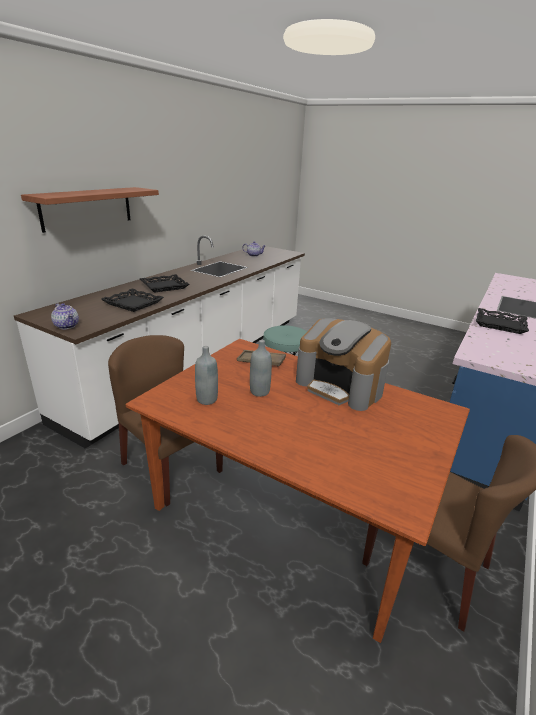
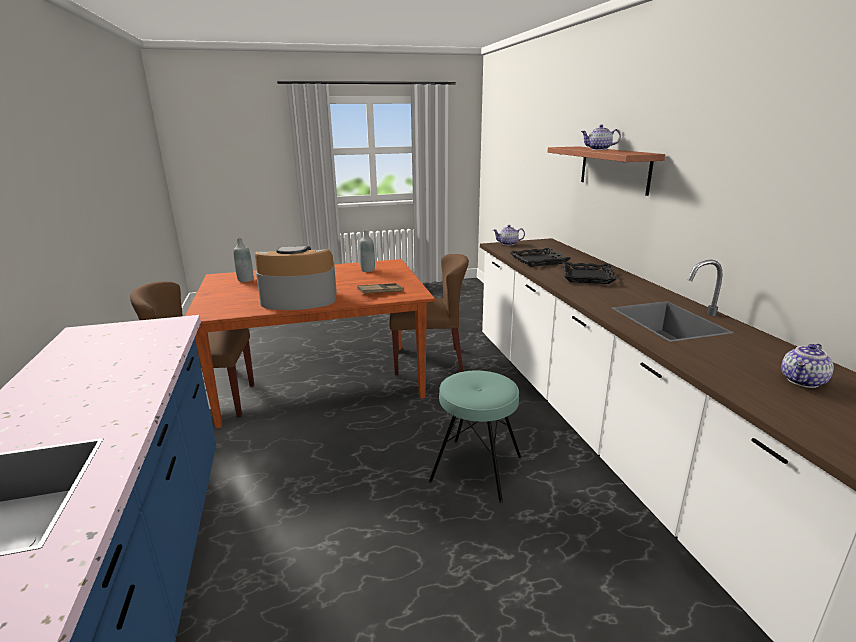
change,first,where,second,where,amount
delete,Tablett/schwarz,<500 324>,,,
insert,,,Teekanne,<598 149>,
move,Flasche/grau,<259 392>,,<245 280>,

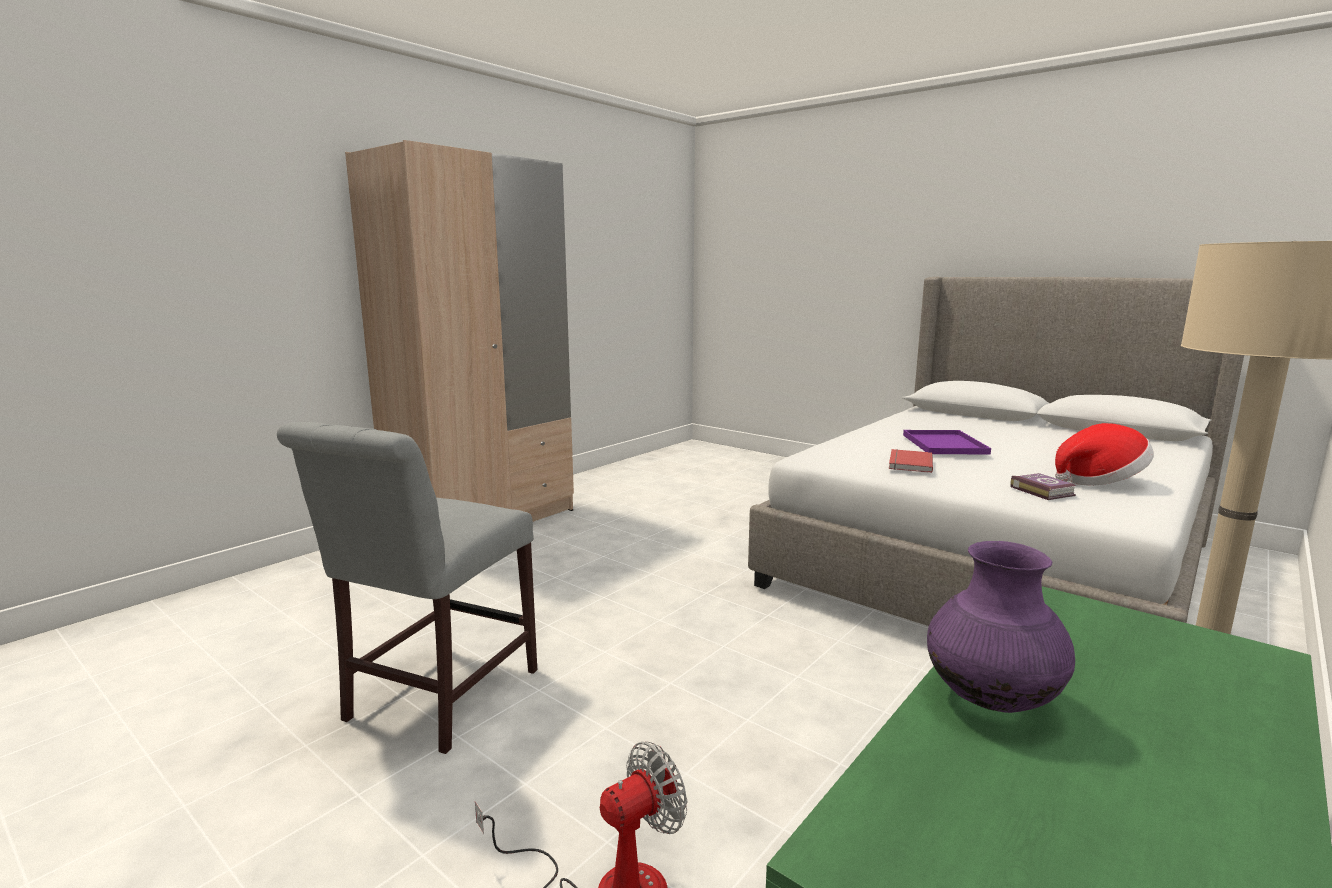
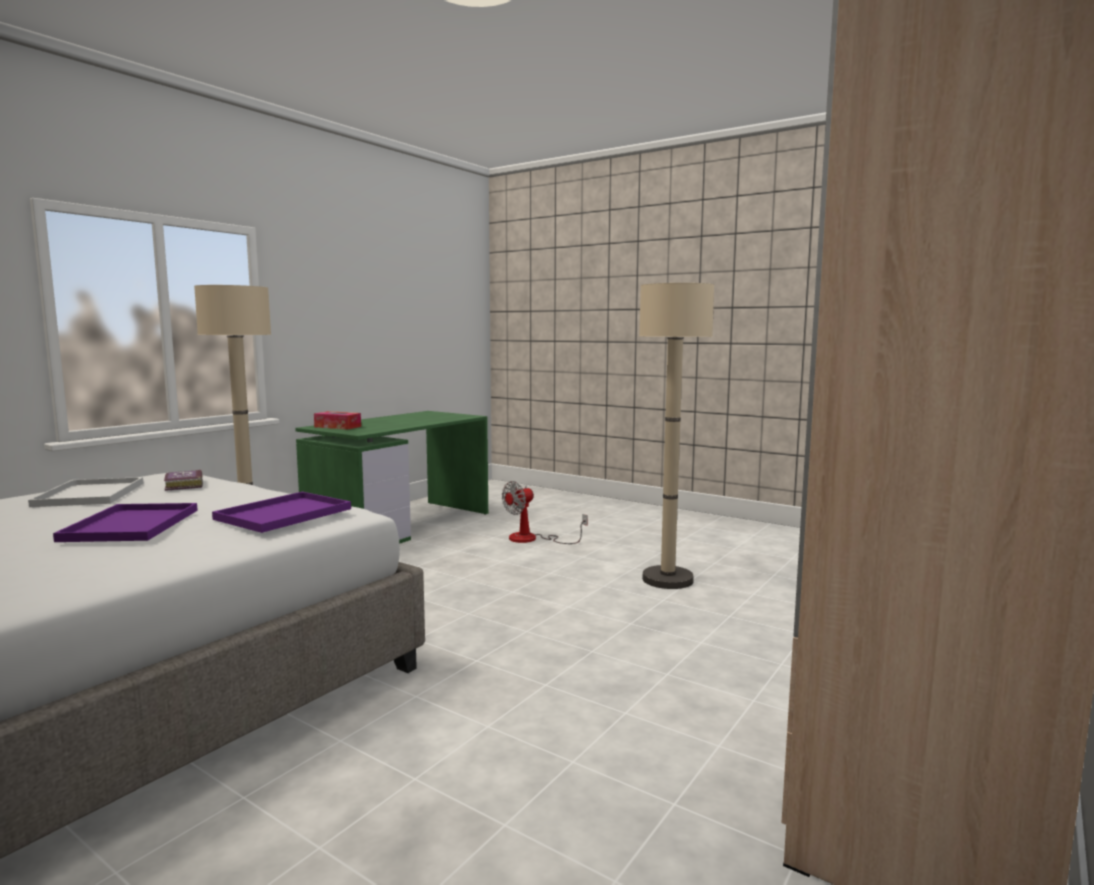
change,first,where,second,where,amount
delete,Buch/rot,<908 463>,,,
delete,Vase/lila,<991 701>,,,
insert,,,Tablett/lila,<285 513>,
insert,,,Taschentuchbox,<337 427>,
replace,Stuhl/grau,<435 699>,Stehlampe/beige,<667 579>,
replace,Hut,<1099 481>,Tablett/weiß,<90 495>,

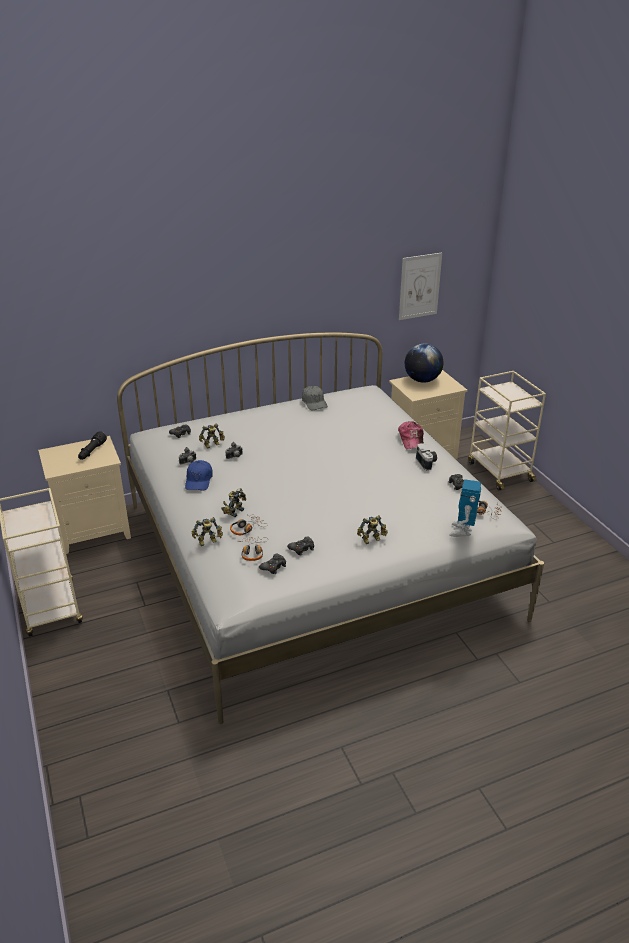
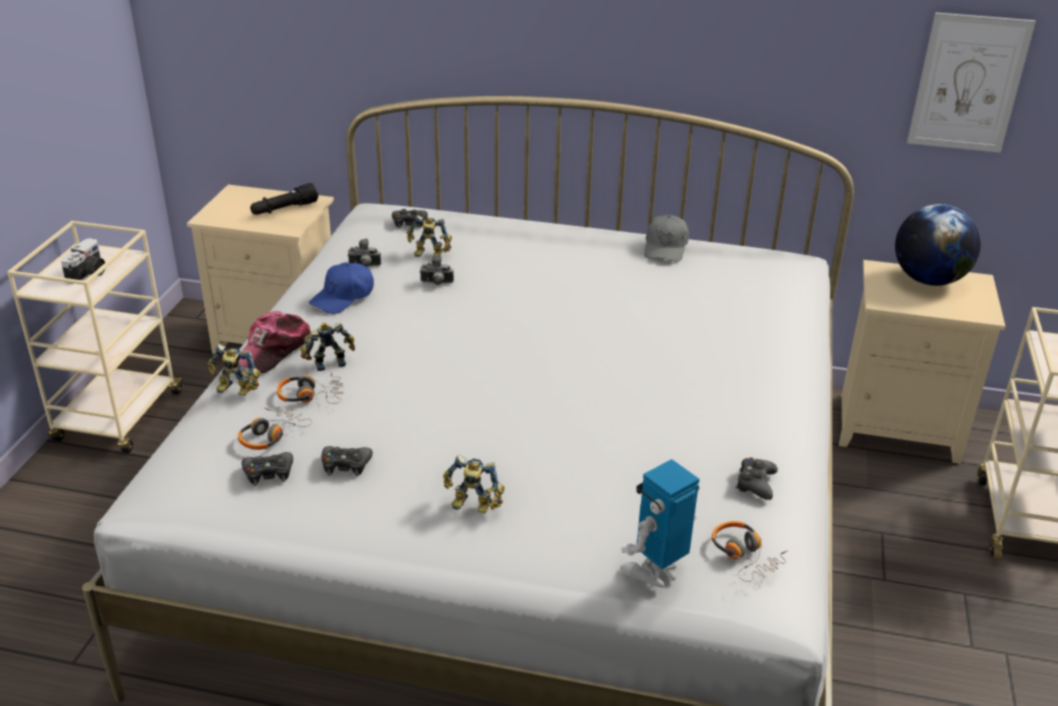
change,first,where,second,where,amount
move,Kappe,<411 440>,,<273 350>,
move,Kamera,<427 462>,,<89 274>,

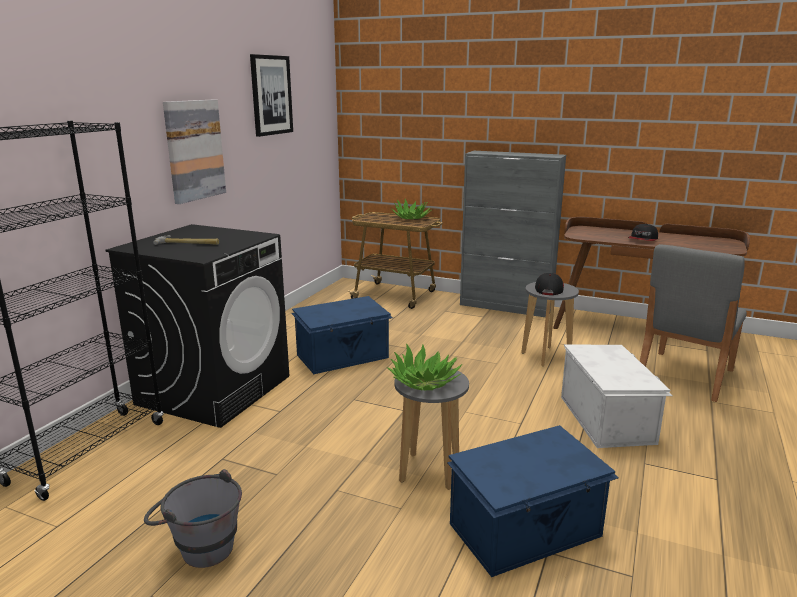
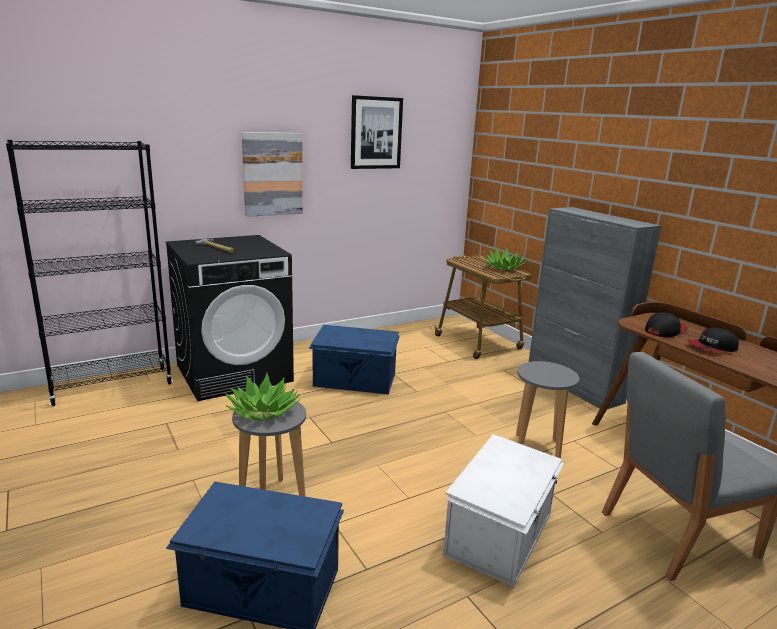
change,first,where,second,where,amount
delete,Eimer/grau,<199 546>,,,
move,Kappe,<549 288>,,<664 330>,

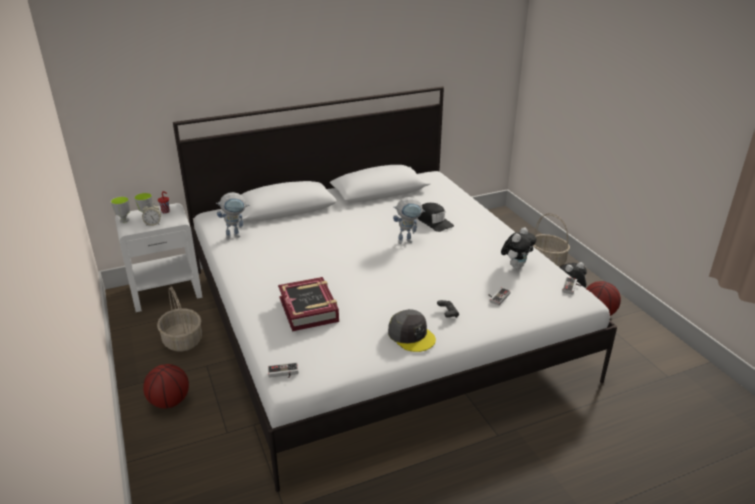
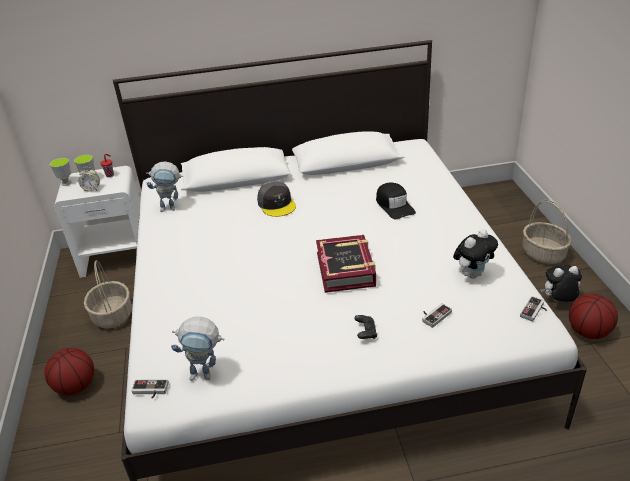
change,first,where,second,where,amount
move,Buch,<309 309>,,<346 269>,
move,Kappe/grau,<411 335>,,<277 204>,
move,Spielzeugroboter,<408 240>,,<206 374>,

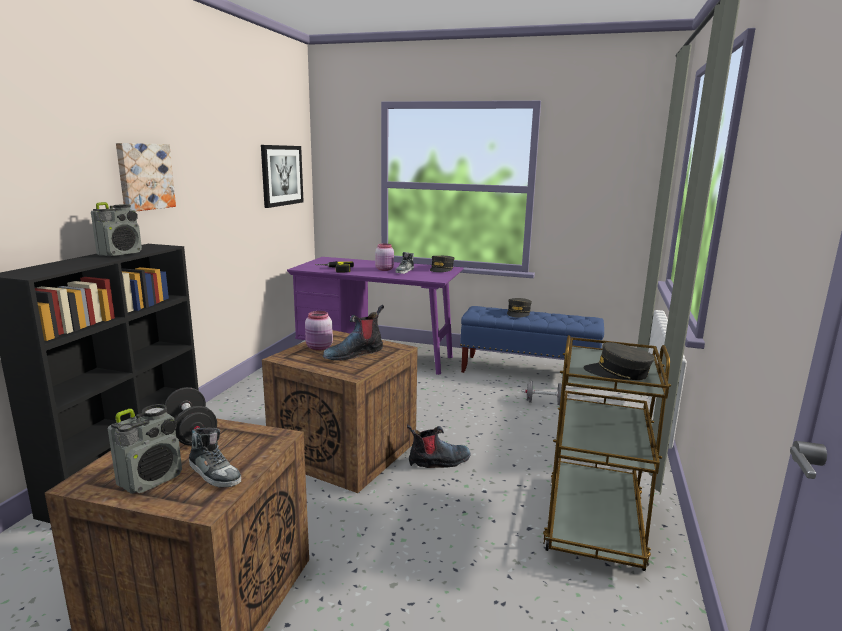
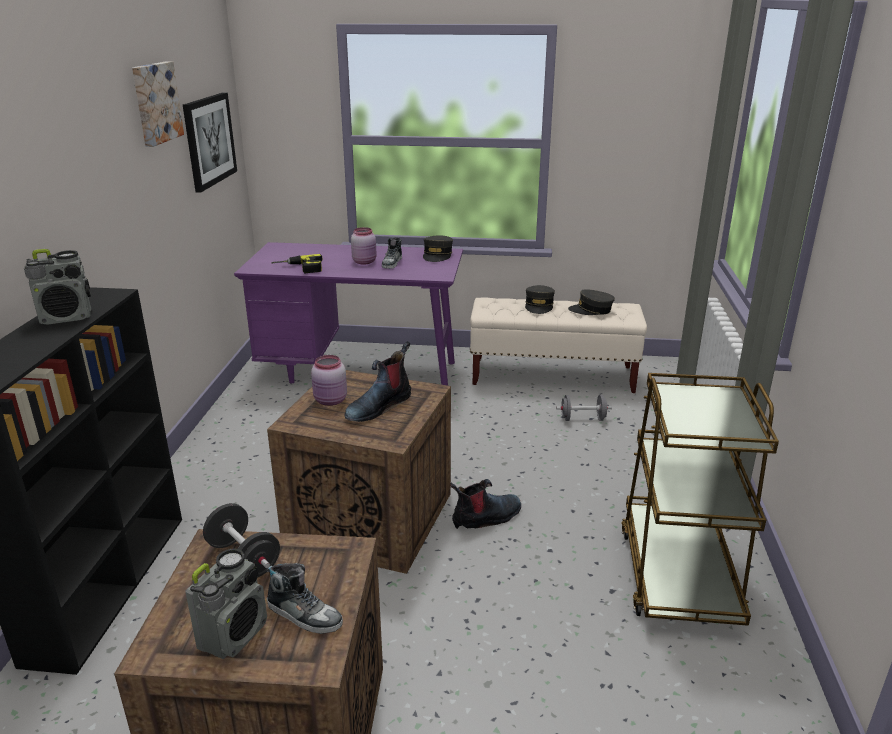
change,first,where,second,where,amount
move,Bild,<144 176>,,<155 103>,
move,Kappe/grau,<618 373>,,<591 310>,
recolor,Bank/blau,<528 372>,Bank/beige,<553 376>,
rotate,Radio,<121 254>,,<66 318>,45 degrees clockwise

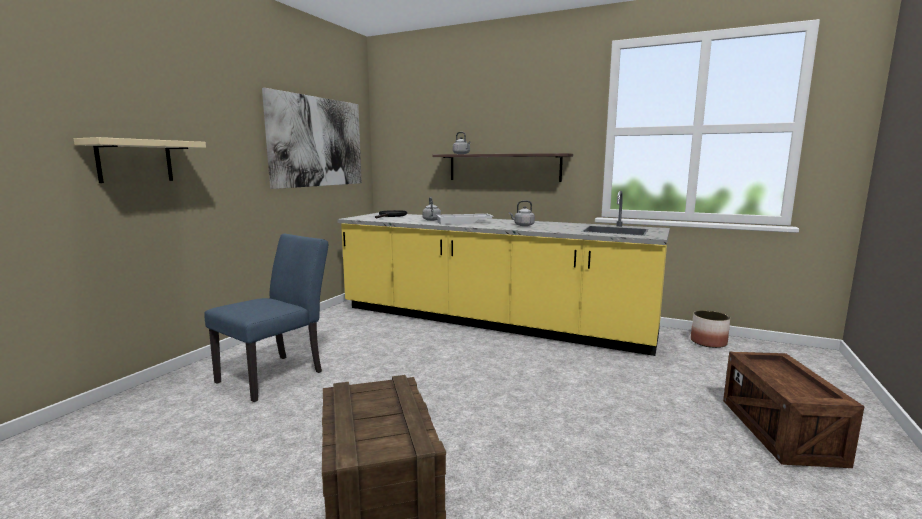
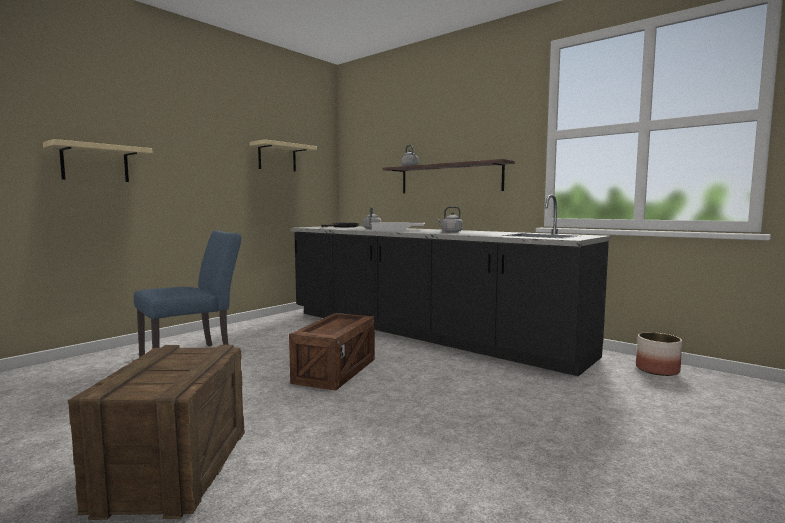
change,first,where,second,where,amount
move,Kiste,<780 431>,,<335 371>,
replace,Bild,<317 142>,Wandregal/beige,<277 157>,
recolor,Küchenzeile/gelb,<490 321>,Küchenzeile/schwarz,<423 333>,

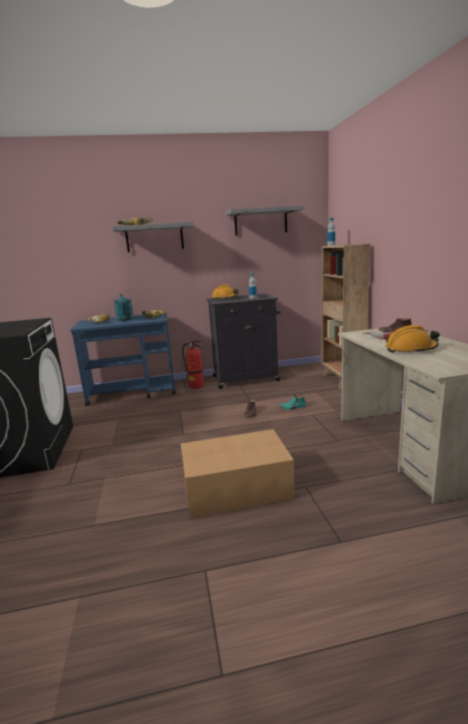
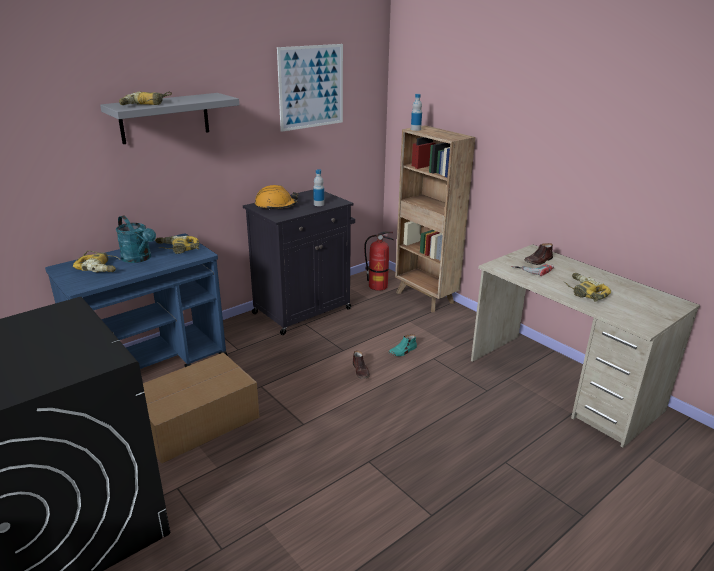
change,first,where,second,where,amount
move,Karton,<234 488>,,<195 421>,
move,Feuerlöscher,<196 386>,,<378 286>,
replace,Wandregal/grau,<261 222>,Bild,<311 87>,
replace,Schutzhelm/orange,<411 349>,Bohrmaschine,<583 292>,

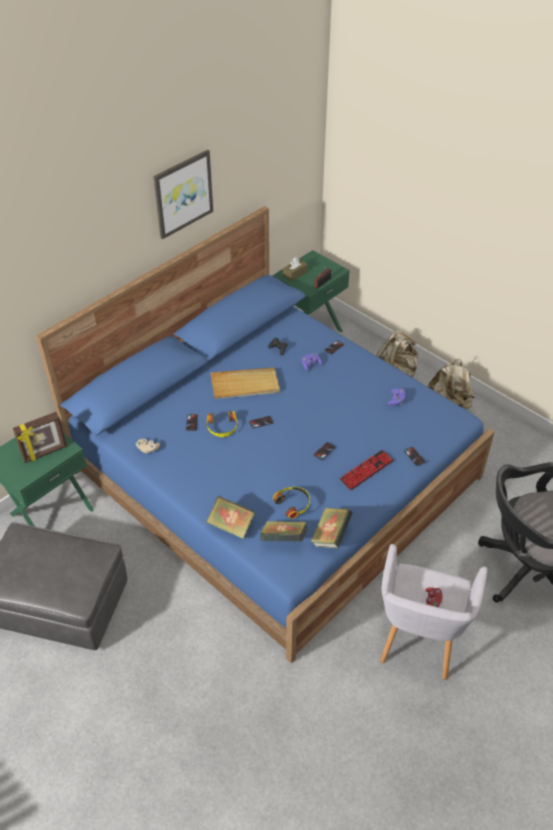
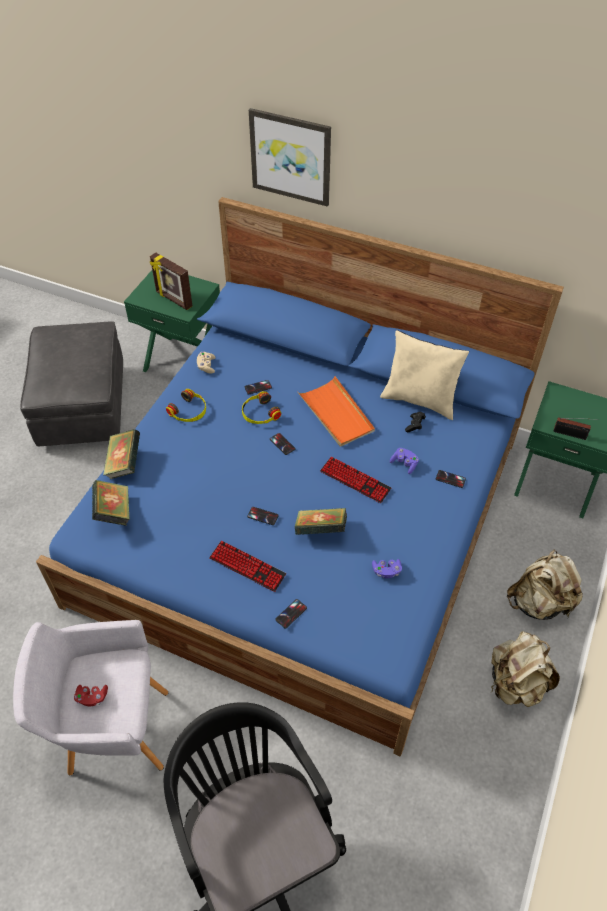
change,first,where,second,where,amount
delete,Taschentuchbox/braun,<295 274>,,,
insert,,,Tastatur,<355 480>,
insert,,,Kissen/beige,<420 400>,
move,Bild,<183 193>,,<291 157>,
move,Kopfhörer,<293 504>,,<189 411>,
move,Buch,<330 536>,,<320 530>,
recolor,Tablett/beige,<245 385>,Tablett/orange,<336 414>,

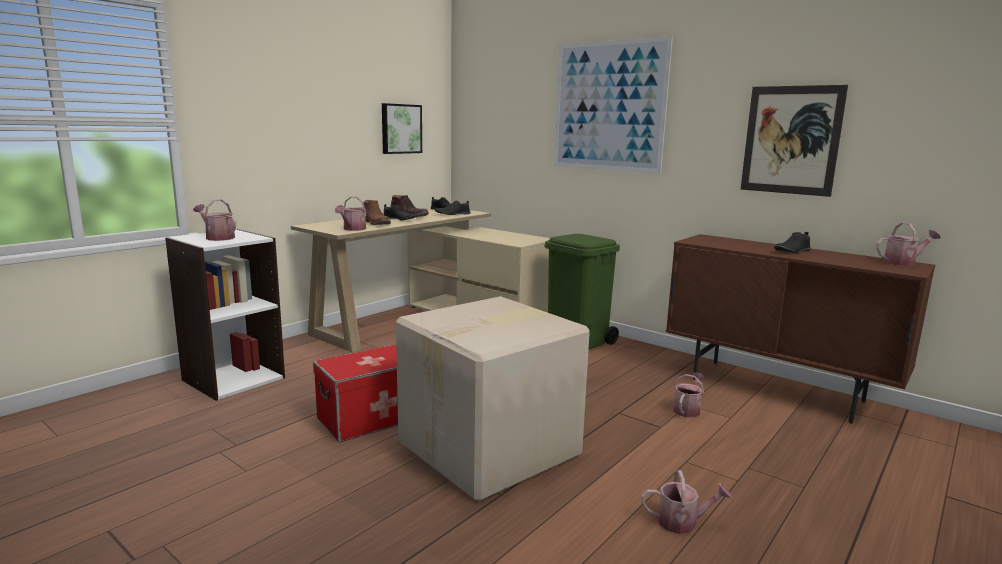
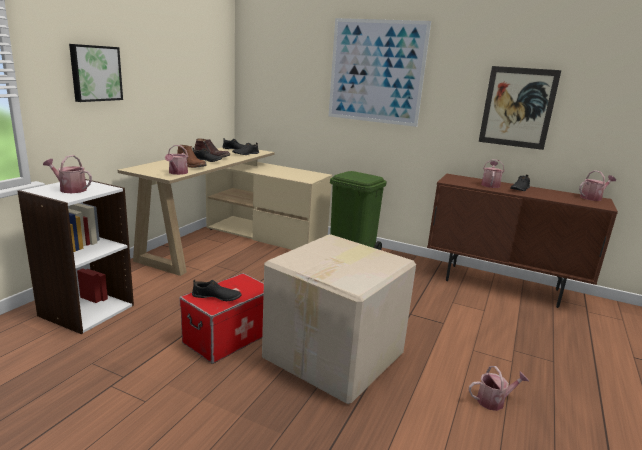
change,first,where,second,where,amount
insert,,,Schuh/schwarz,<216 297>,
move,Bild,<400 129>,,<95 73>,
move,Gießkanne,<687 409>,,<490 185>,

